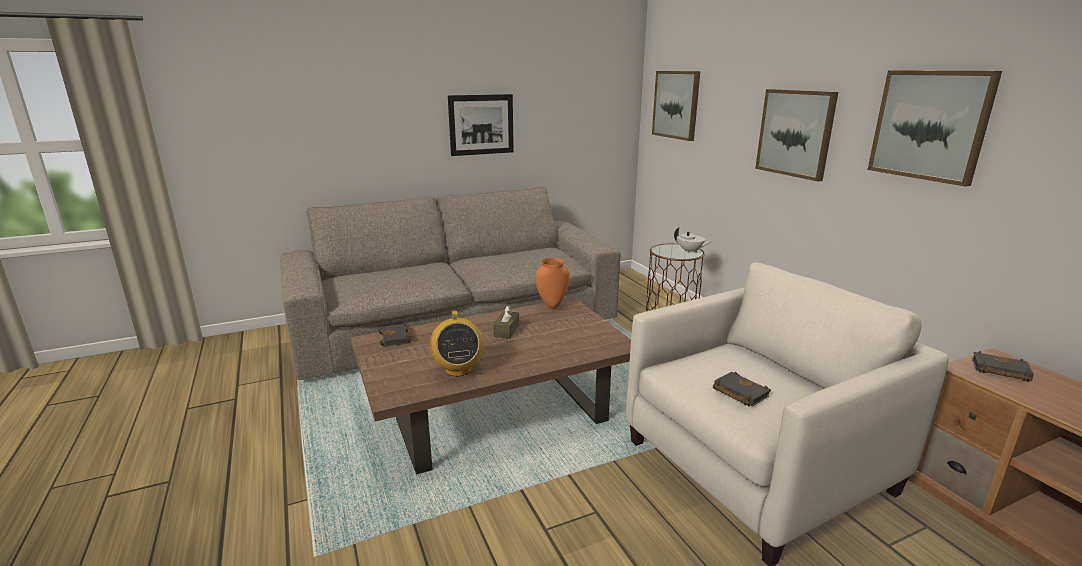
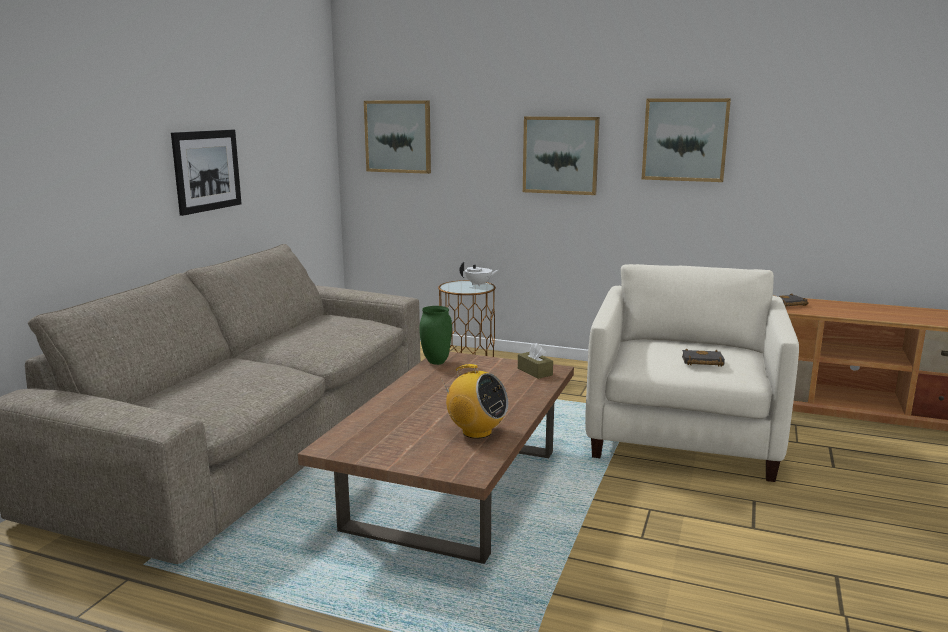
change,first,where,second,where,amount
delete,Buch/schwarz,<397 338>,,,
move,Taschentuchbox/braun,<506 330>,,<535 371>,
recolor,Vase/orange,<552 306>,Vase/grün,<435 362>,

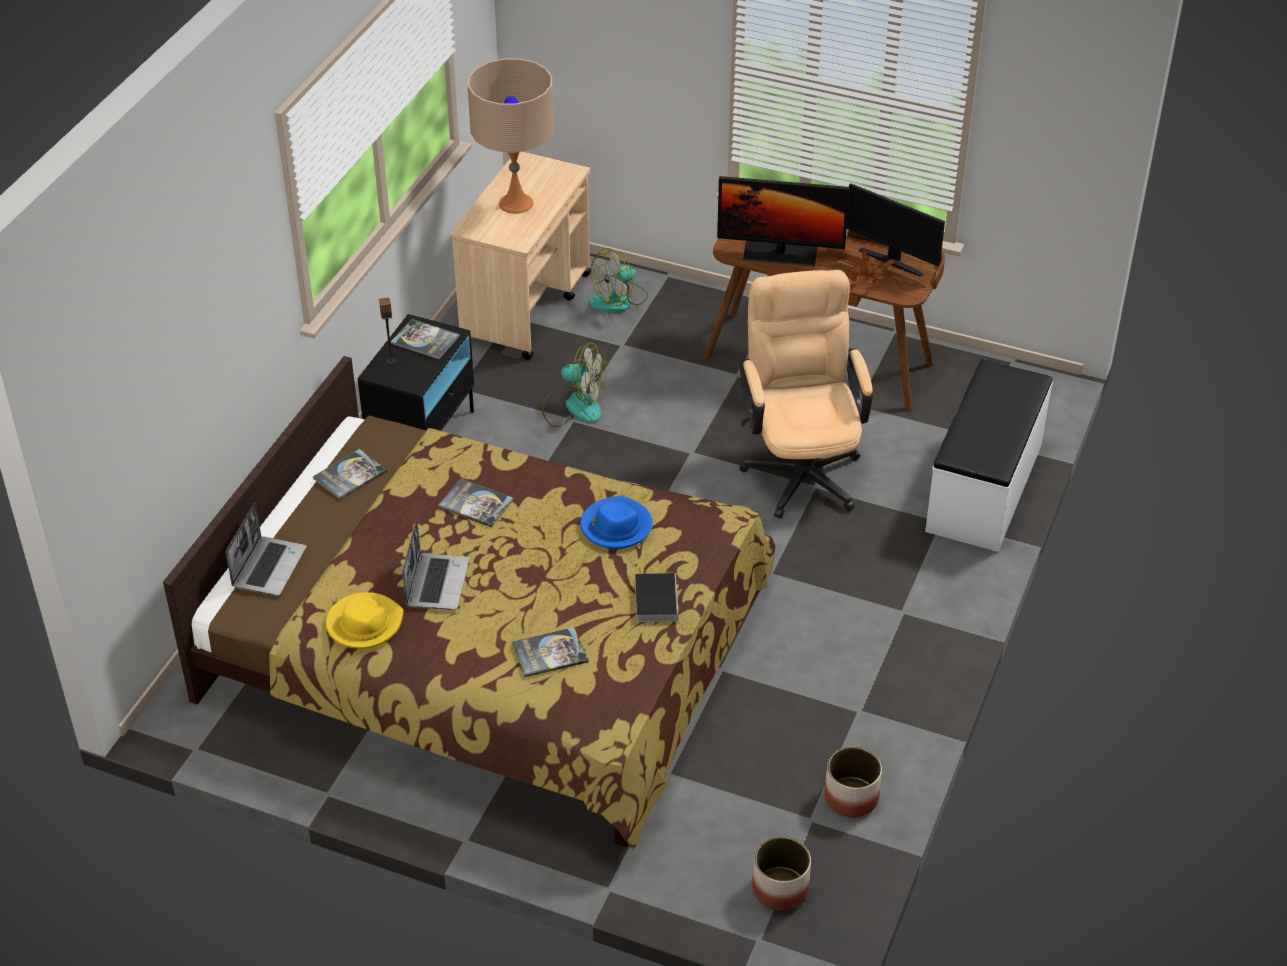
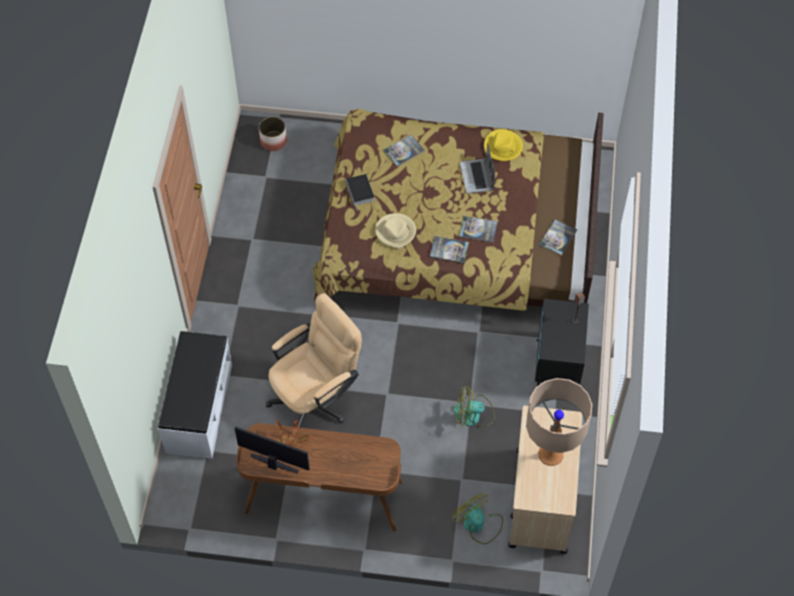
change,first,where,second,where,amount
delete,Laptop,<269 567>,,,
delete,Monitor,<780 253>,,,
delete,Pflanzkübel,<851 798>,,,
move,Buch,<425 340>,,<449 250>,
recolor,Hut/blau,<616 526>,Hut/beige,<396 232>,
rotate,Ventilator,<619 300>,,<478 524>,75 degrees counterclockwise
rotate,Bürostuhl/beige,<800 467>,,<316 398>,105 degrees counterclockwise

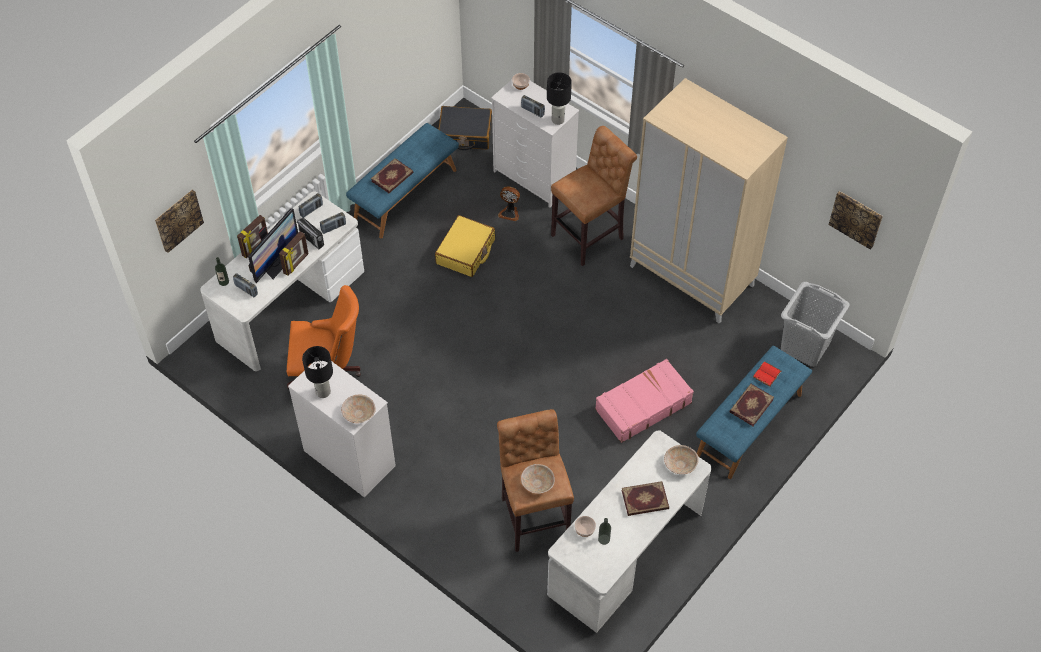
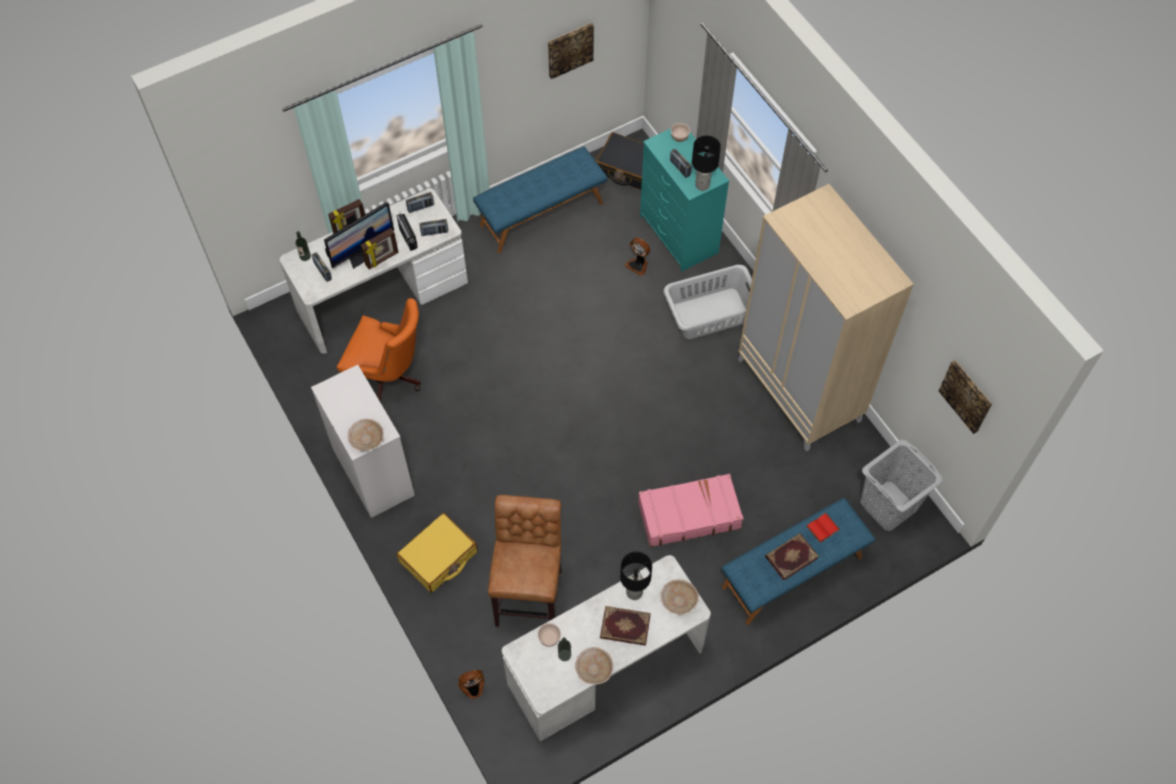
change,first,where,second,where,amount
delete,Buch,<392 177>,,,
insert,,,Ventilator,<473 687>,
move,Bild,<178 220>,,<570 49>,
move,Tischlampe/schwarz,<323 392>,,<634 593>,
move,Koffer/gelb,<466 252>,,<438 557>,
move,Schüssel/beige,<537 483>,,<594 668>,
replace,Hocker/braun,<590 235>,Wäschekorb/grau,<711 314>,
recolor,Kommode/weiß,<535 177>,Kommode/türkis,<679 235>,

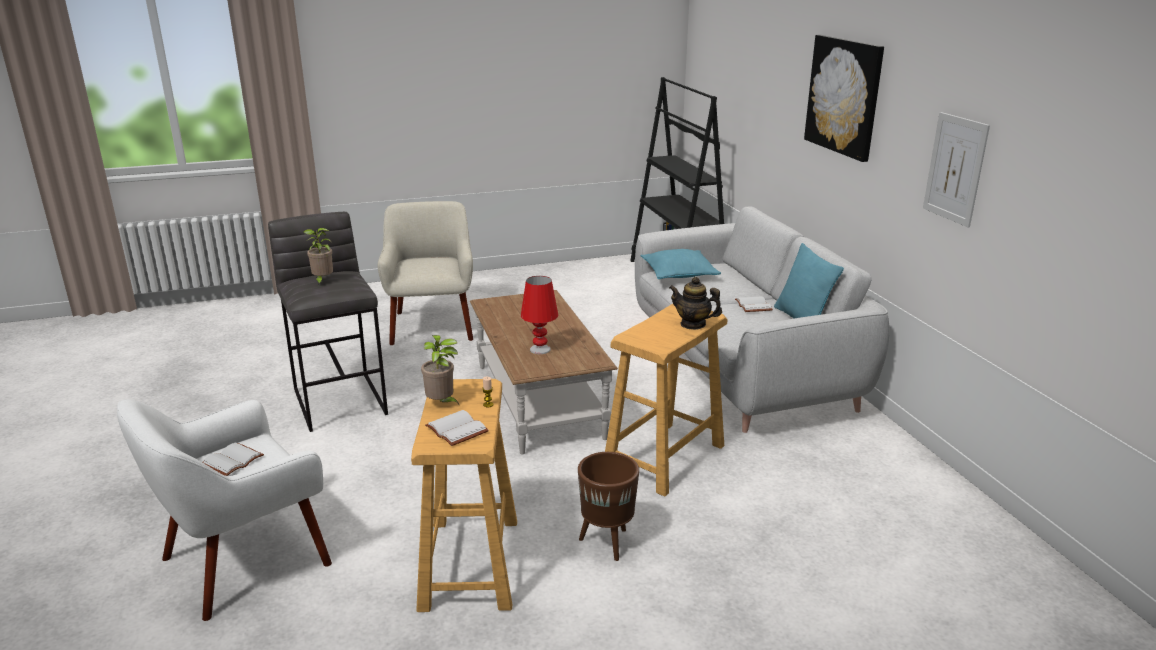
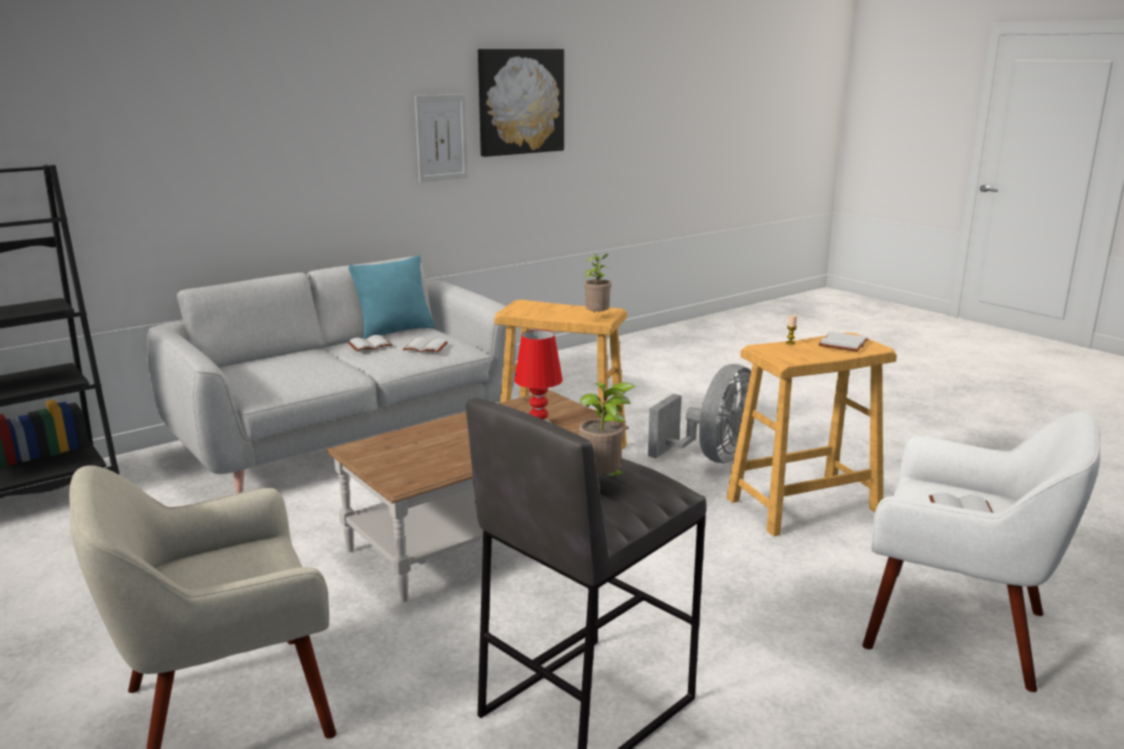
change,first,where,second,where,amount
delete,Kissen/türkis,<679 274>,,,
delete,Teekanne,<693 324>,,,
insert,,,Buch/weiß,<424 347>,
move,Topfpflanze,<442 404>,,<597 317>,
move,Bild,<844 96>,,<520 101>,
replace,Pflanzkübel/braun,<608 543>,Ventilator/grau,<712 457>,

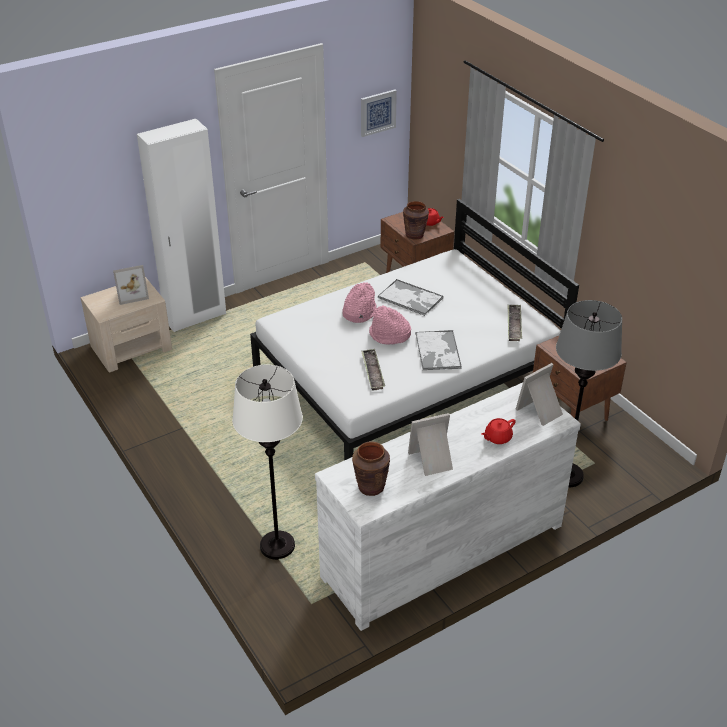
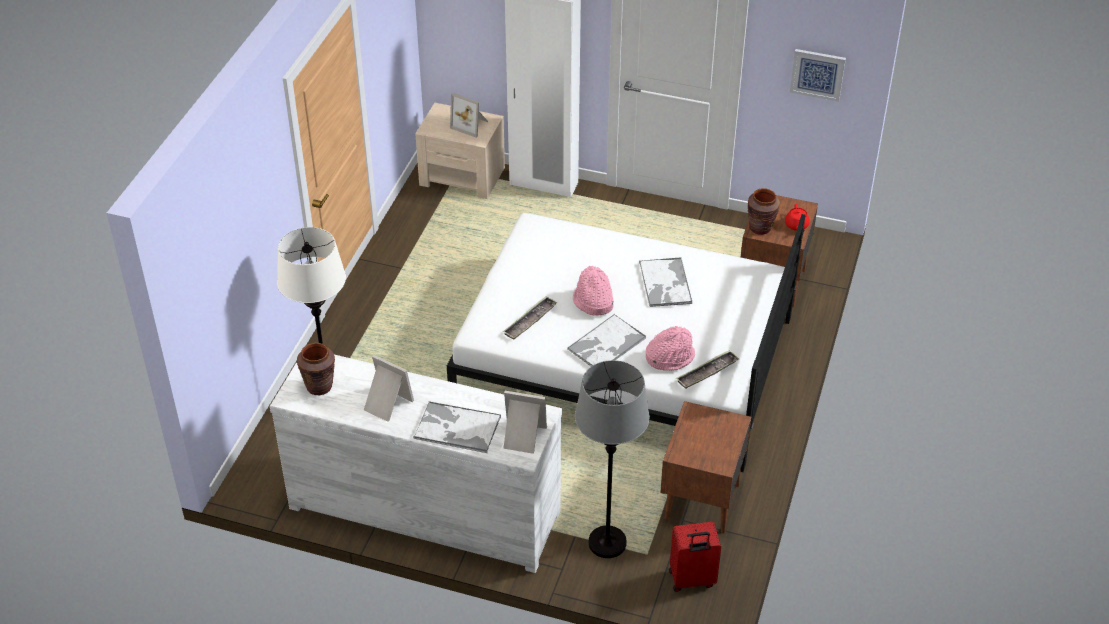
change,first,where,second,where,amount
insert,,,Koffer/rot,<692 580>,
move,Hut/rosa,<359 312>,,<669 357>,
replace,Teekanne/rot,<497 438>,Tablett,<456 428>,

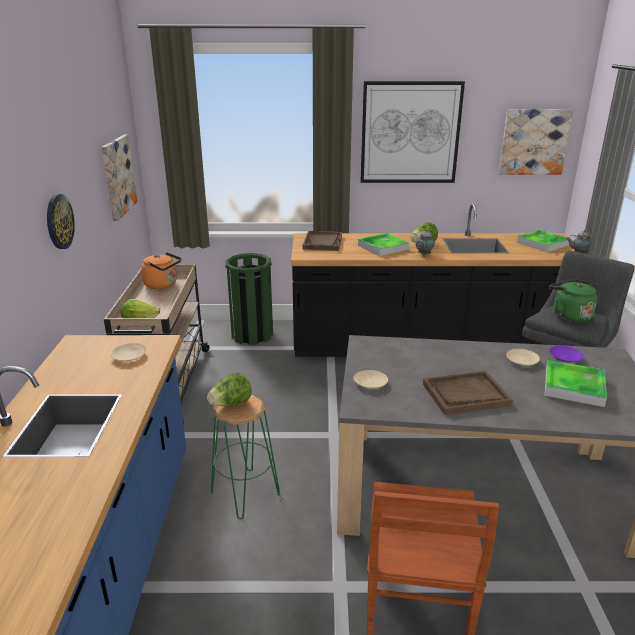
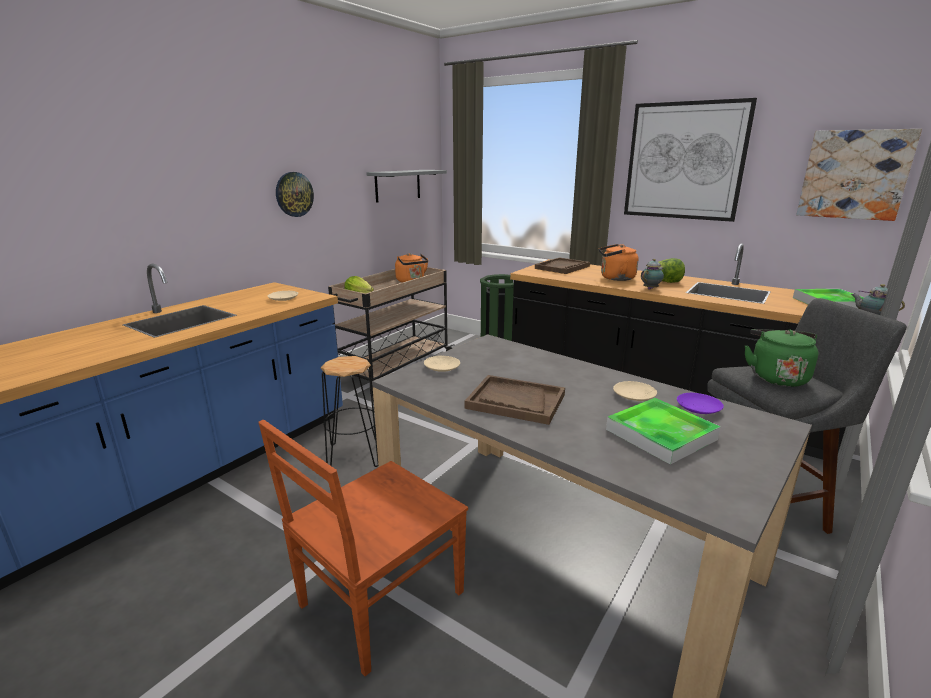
change,first,where,second,where,amount
delete,Salatkopf,<231 404>,,,
replace,Bild,<118 176>,Wandregal/grau,<398 185>,
replace,Tablett,<383 247>,Wasserkessel/orange,<615 278>,
recolor,Hocker/grün,<245 493>,Hocker/schwarz,<354 455>,

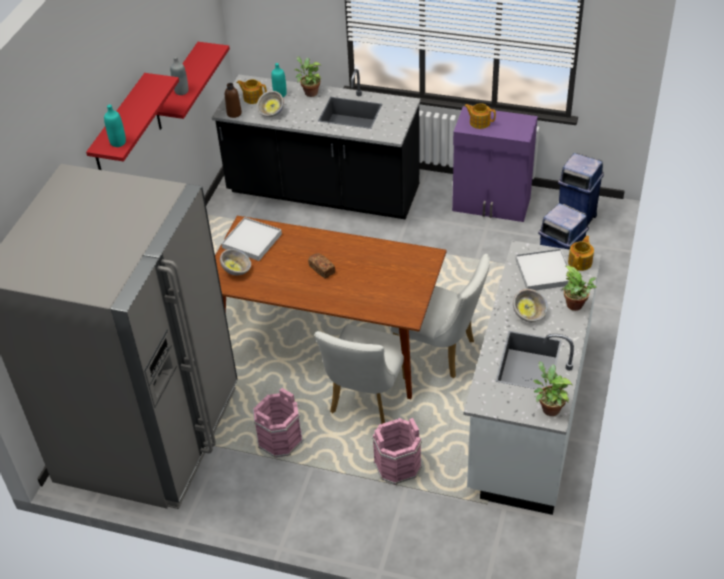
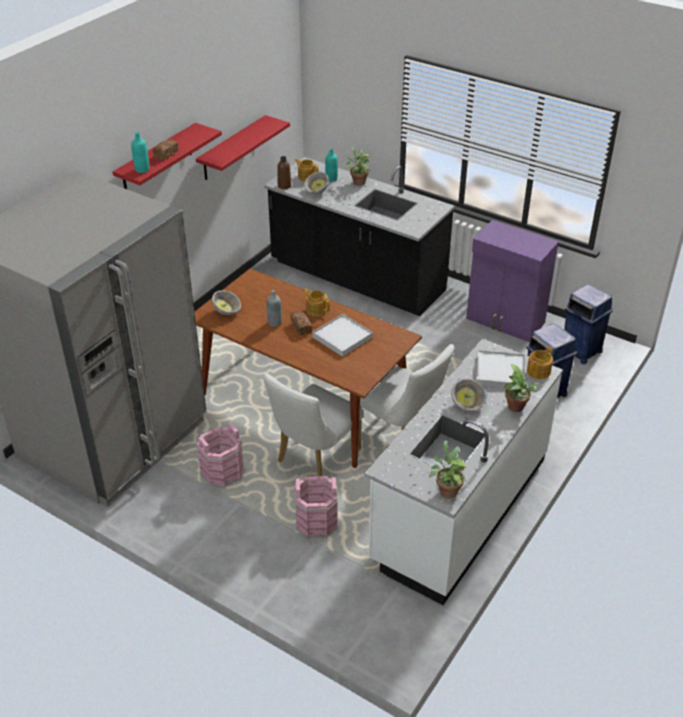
change,first,where,second,where,amount
insert,,,Brot,<166 154>,
move,Flasche/grau,<181 91>,,<274 323>,
move,Tablett/weiß,<252 241>,,<342 337>,
move,Teekanne,<479 122>,,<316 309>,

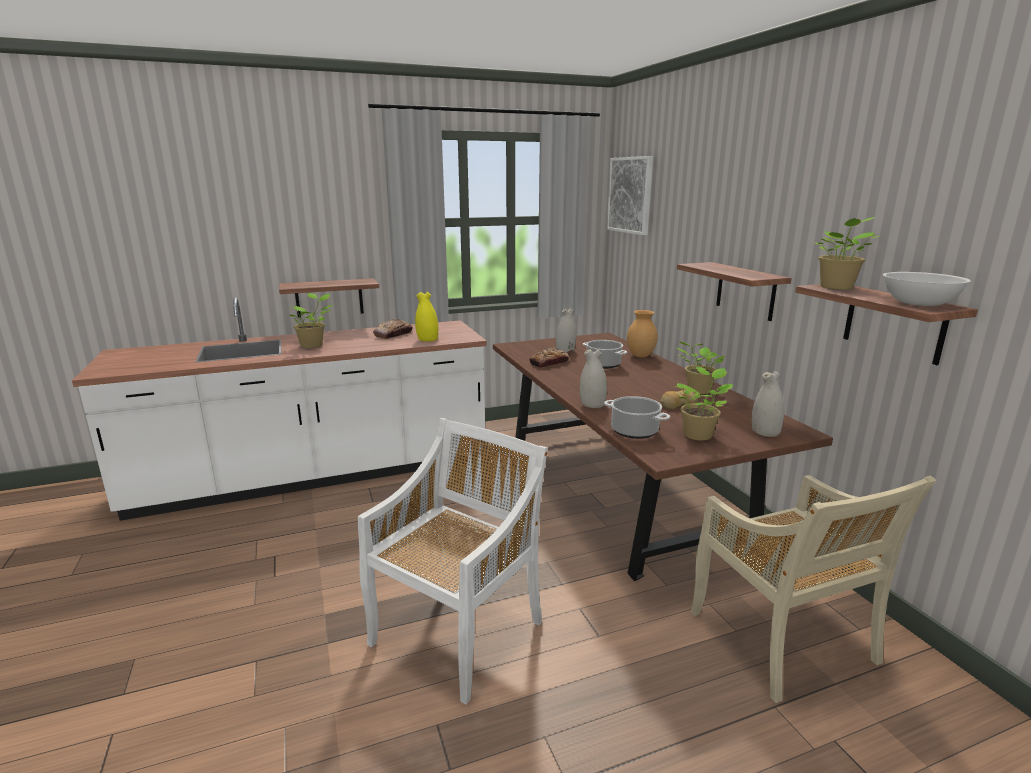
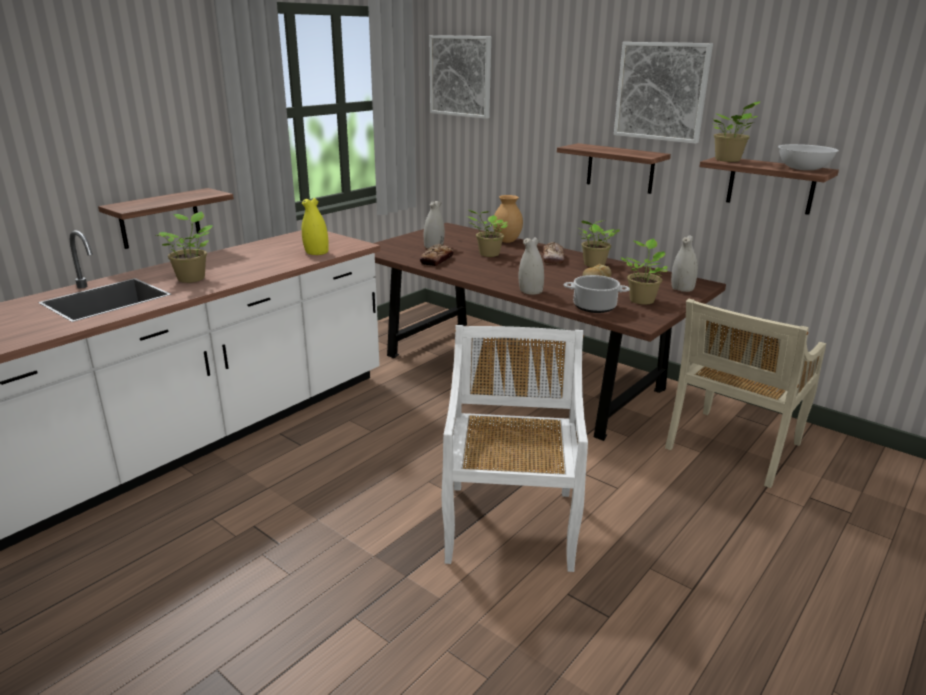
change,first,where,second,where,amount
insert,,,Bild,<661 91>,
move,Brot,<393 334>,,<553 259>,
replace,Kochtopf,<604 364>,Topfpflanze,<488 254>,
rotate,Stuhl/beige,<783 639>,,<732 448>,90 degrees clockwise

